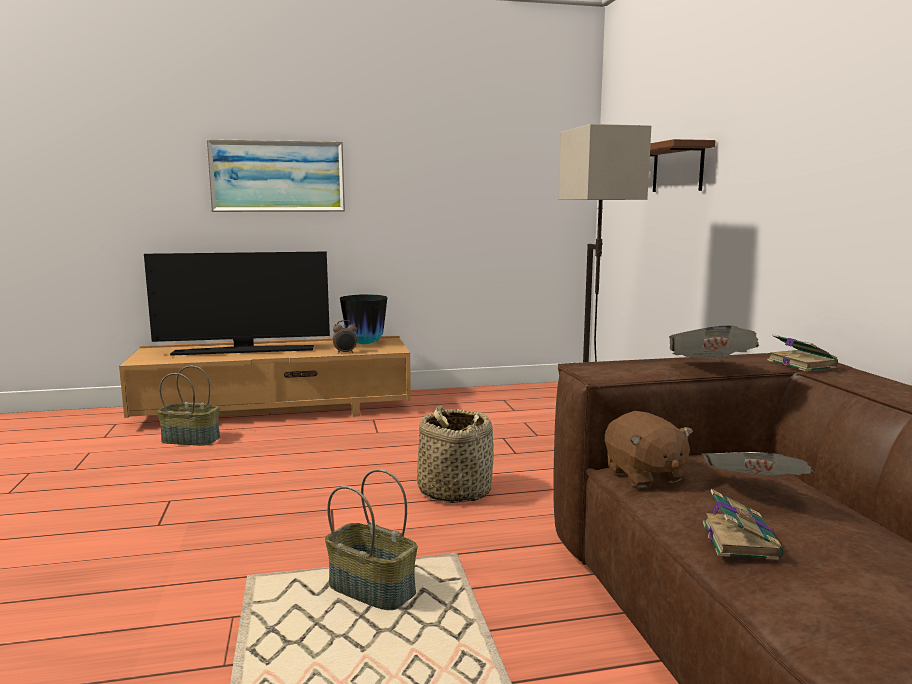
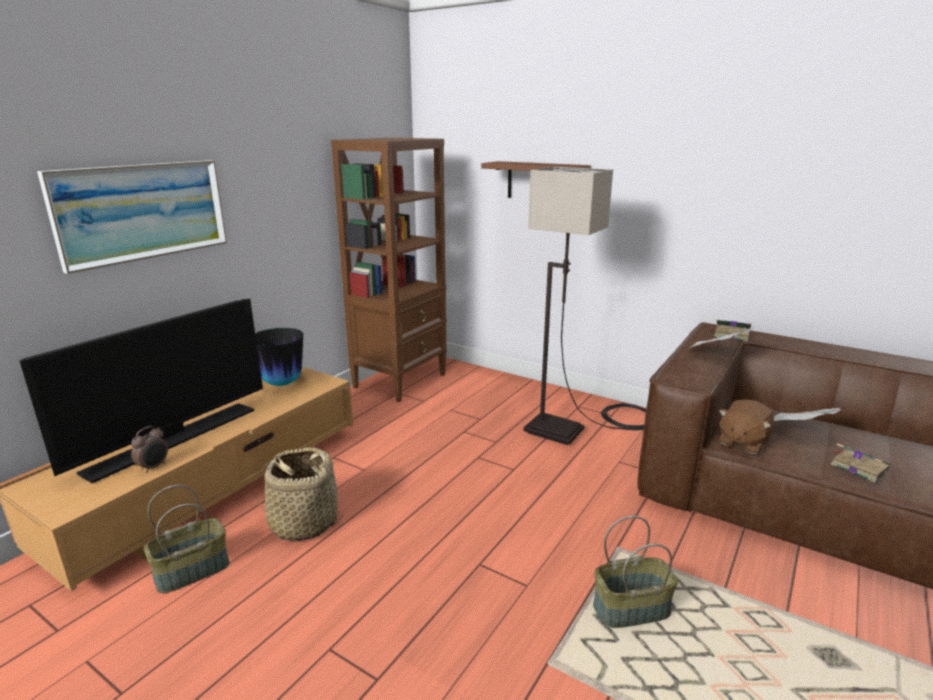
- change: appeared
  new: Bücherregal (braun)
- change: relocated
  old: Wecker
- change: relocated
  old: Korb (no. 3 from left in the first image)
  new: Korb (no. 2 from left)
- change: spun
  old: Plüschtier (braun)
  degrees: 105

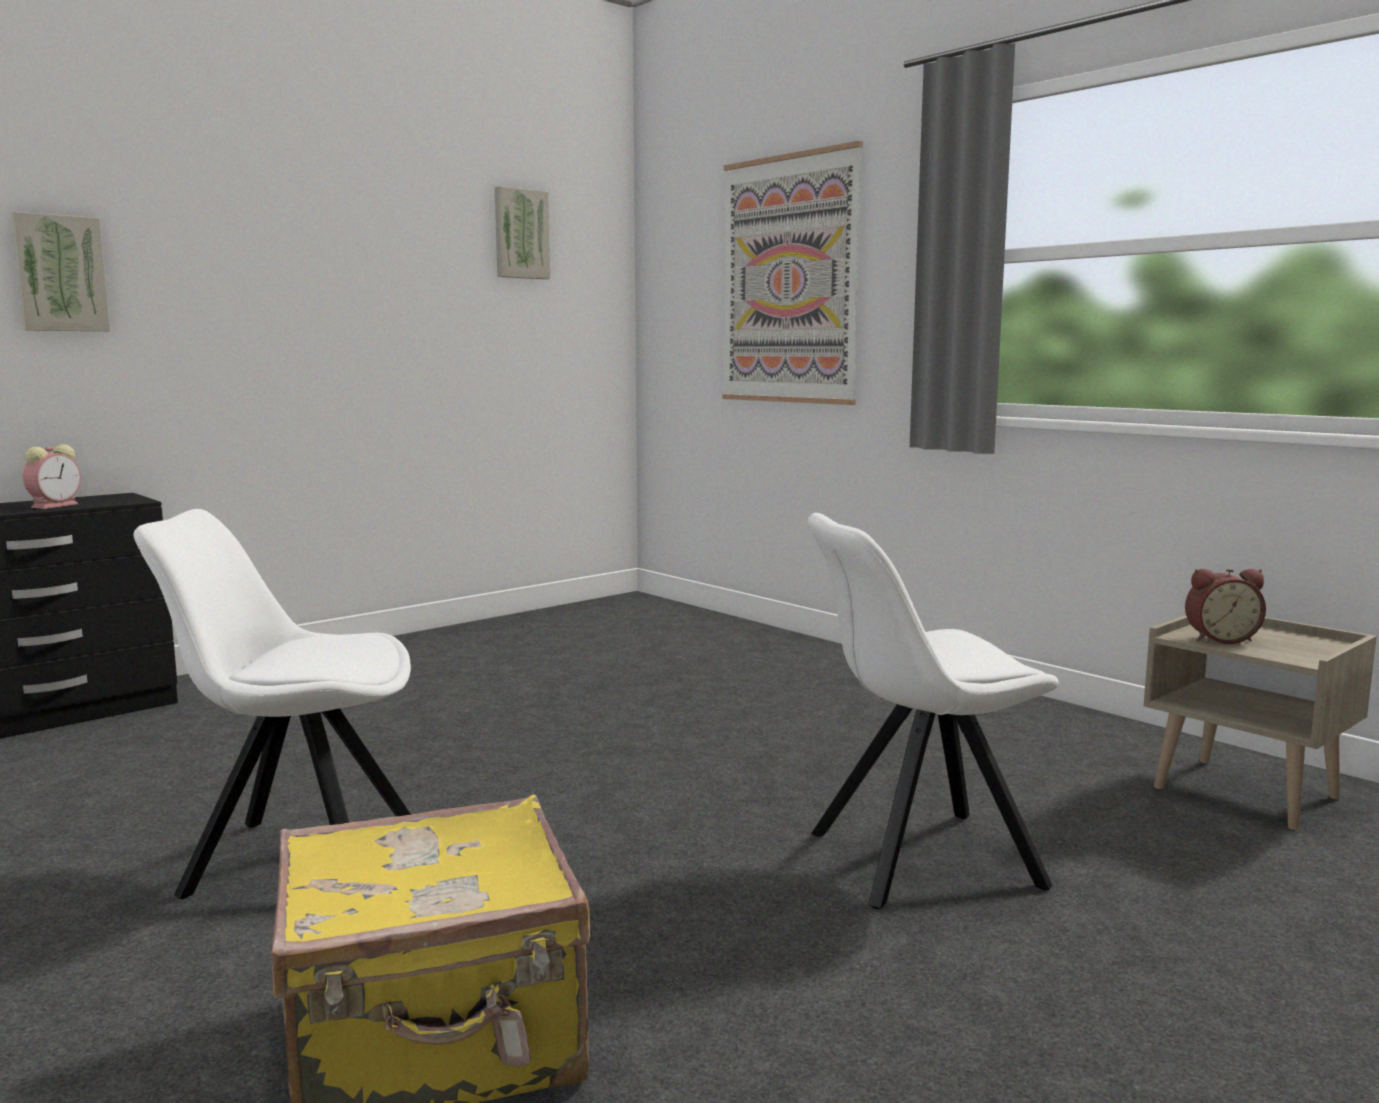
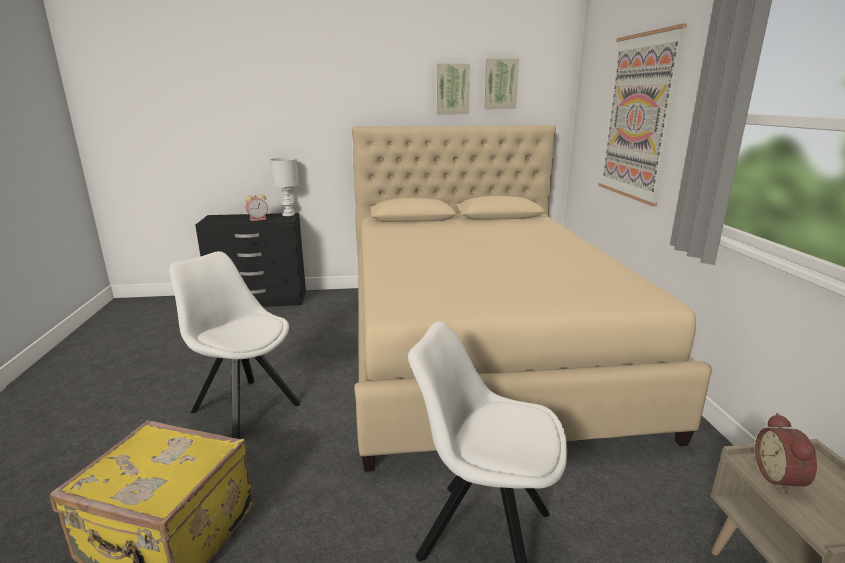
- change: appeared
  new: Tischlampe (weiß)
- change: appeared
  new: Bett (beige)
- change: relocated
  old: Bild (no. 1 from left)
- change: spun
  old: Wecker (no. 2 from left)
  degrees: 60

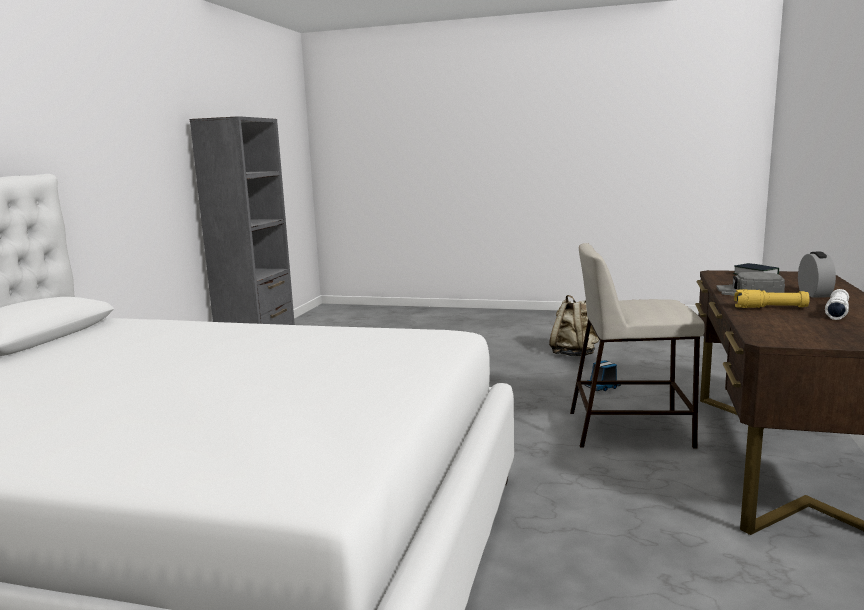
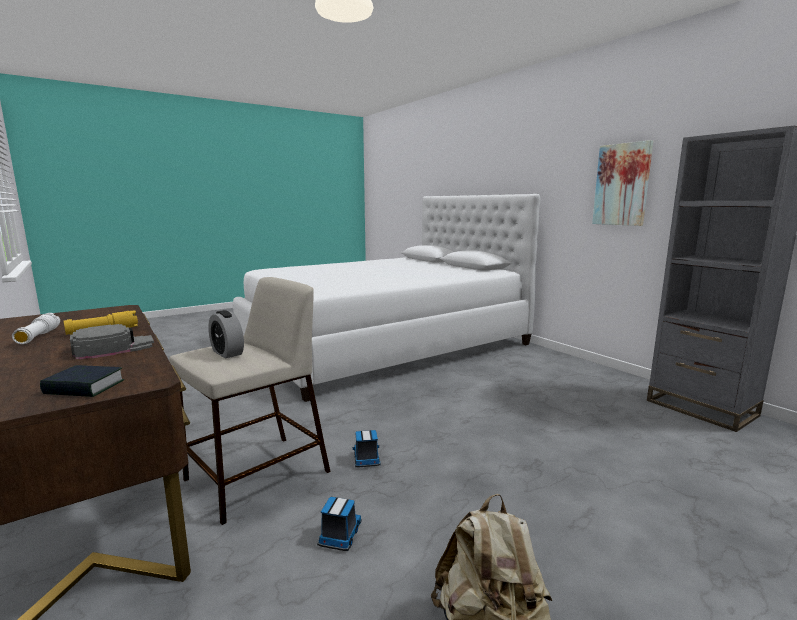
- change: appeared
  new: Spielzeuglaster (no. 2 from left)
- change: appeared
  new: Bild
- change: relocated
  old: Wecker

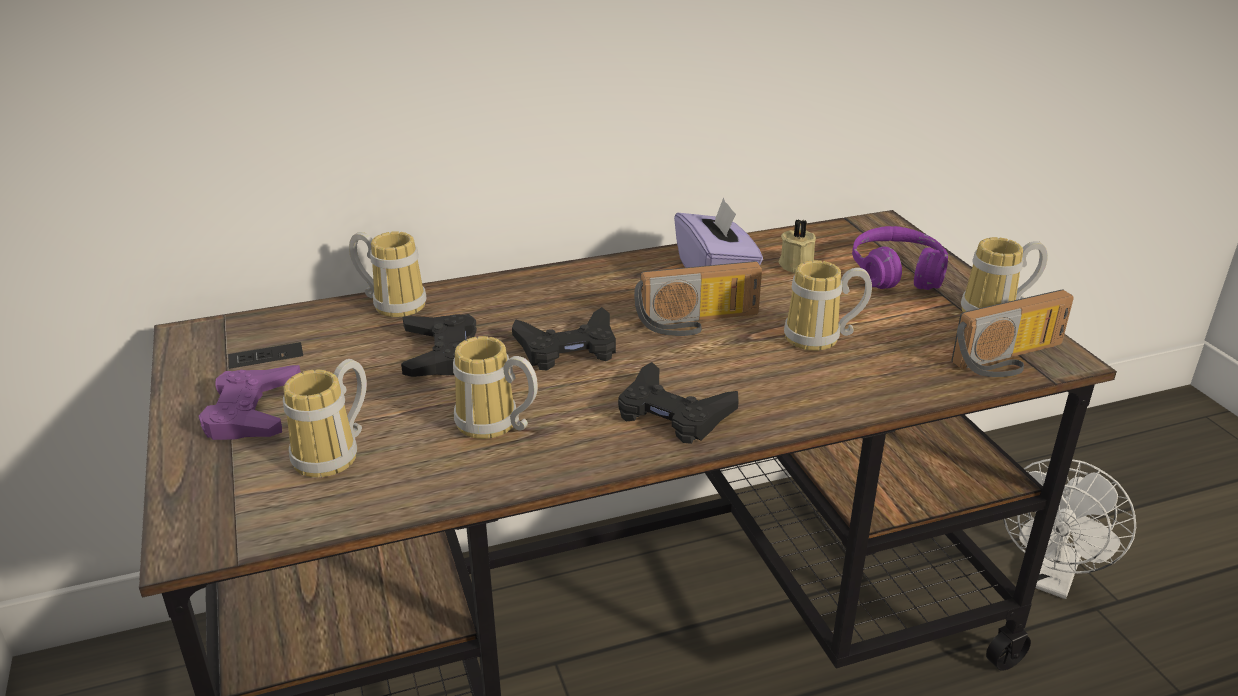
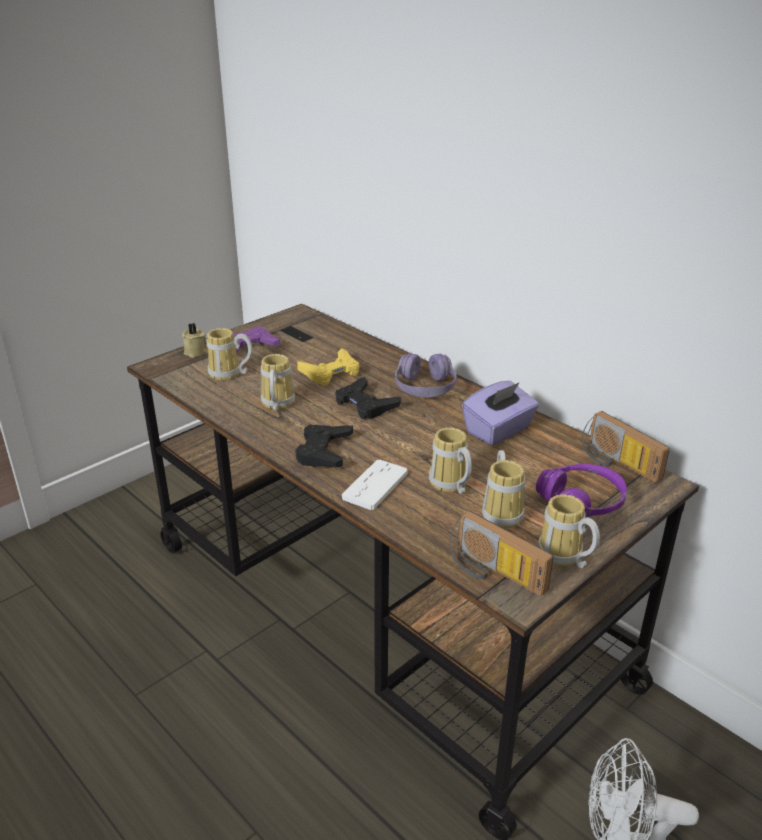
- change: appeared
  new: Gamepad (weiß)
- change: appeared
  new: Kopfhörer (lila) (no. 1 from left)
- change: relocated
  old: Henkelbecher (no. 2 from left in the first image)
  new: Henkelbecher (no. 4 from left)
- change: relocated
  old: Radio (no. 1 from left in the first image)
  new: Radio (no. 2 from left)
- change: relocated
  old: Kerze (beige)
- change: colour
  old: Gamepad (schwarz) (no. 1 from left)
  new: Gamepad (gelb)

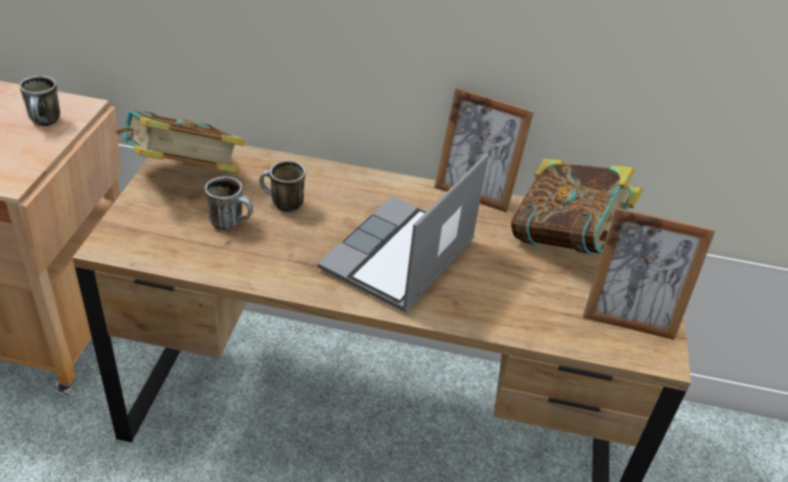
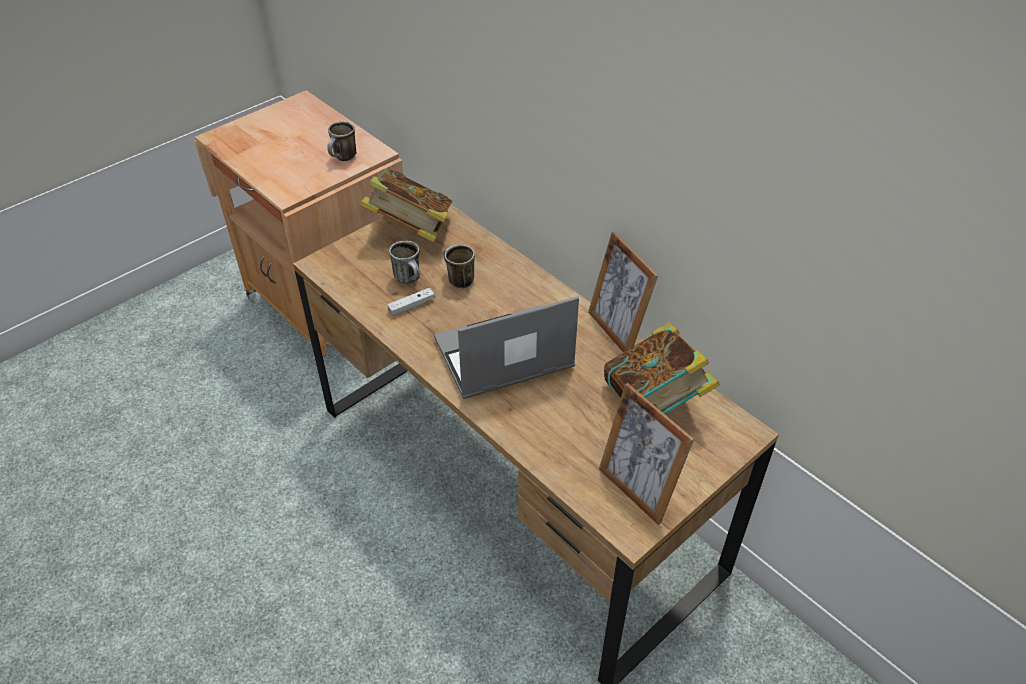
- change: appeared
  new: Gamepad (weiß)

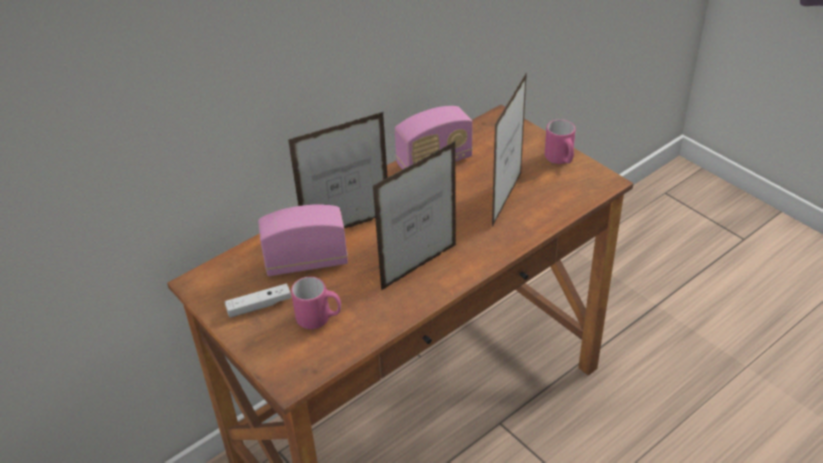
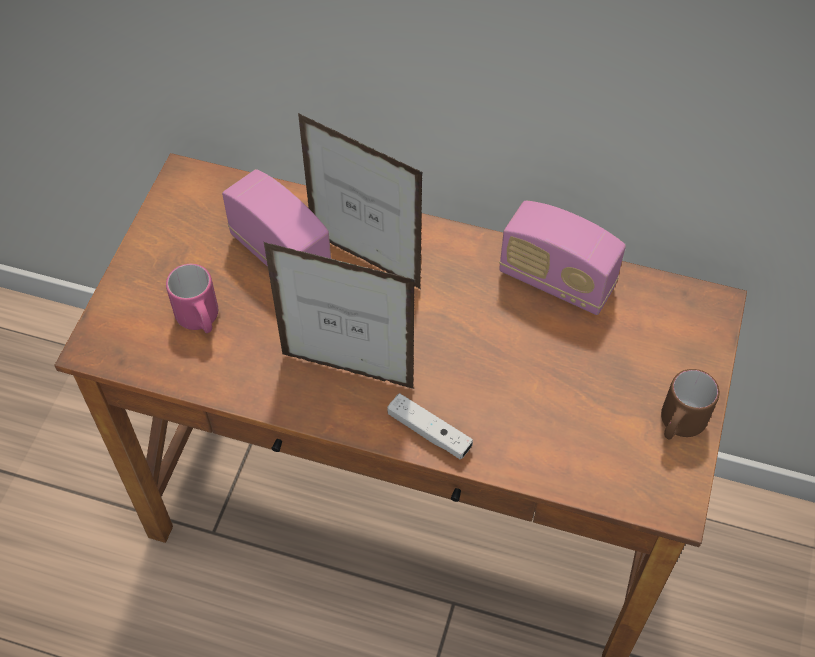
- change: missing
  old: Bilderrahmen (no. 3 from left)
- change: relocated
  old: Gamepad (weiß)
- change: colour
  old: Henkelbecher (rosa) (no. 2 from left)
  new: Henkelbecher (braun)

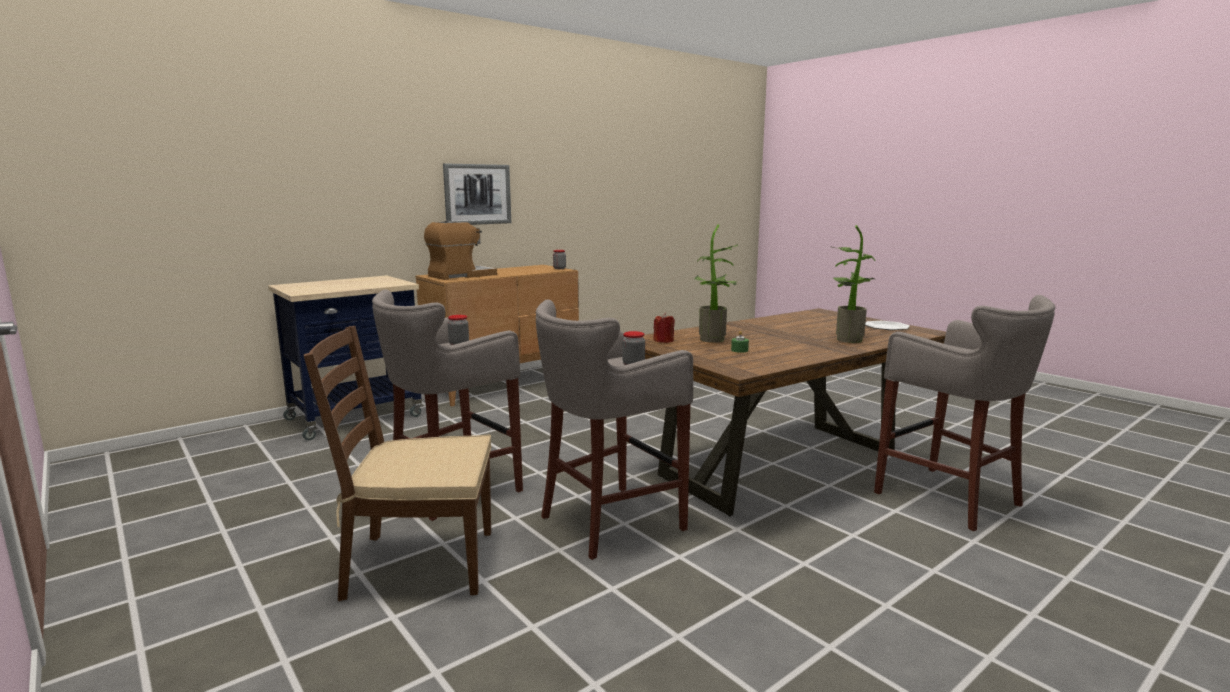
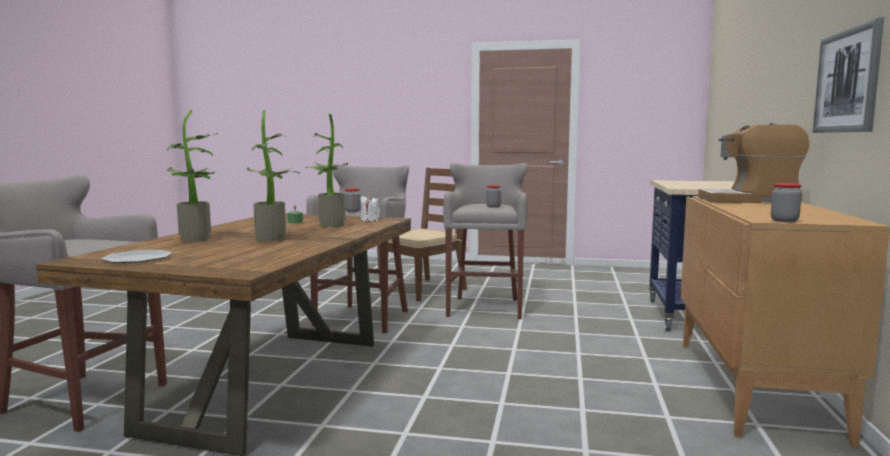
- change: appeared
  new: Topfpflanze (no. 2 from left)
- change: colour
  old: Kerze (rot)
  new: Kerze (weiß)
- change: spun
  old: Kaffeemaschine
  degrees: 90

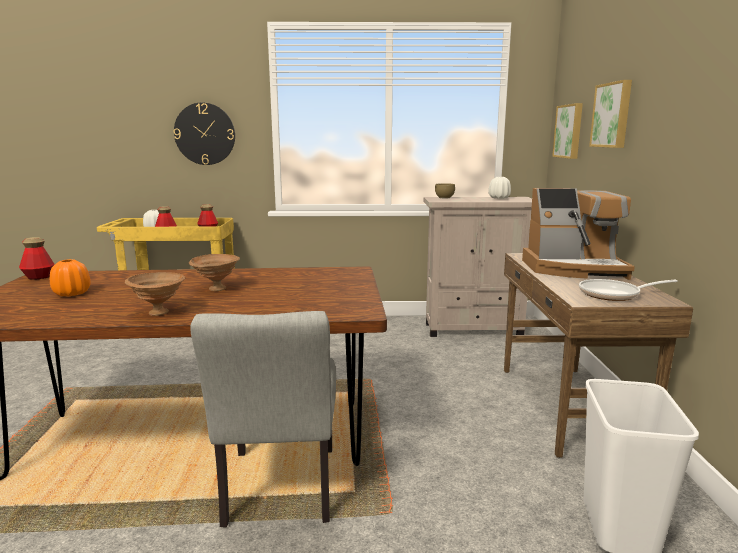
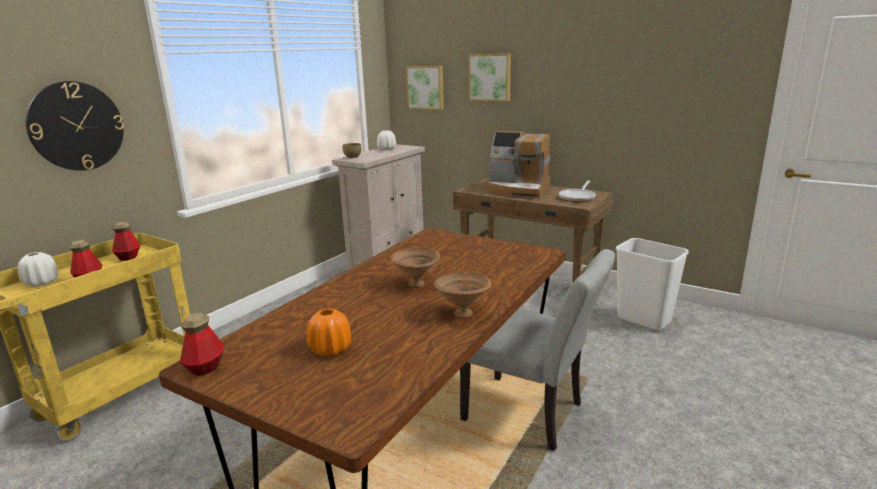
- change: spun
  old: Kaffeemaschine
  degrees: 75

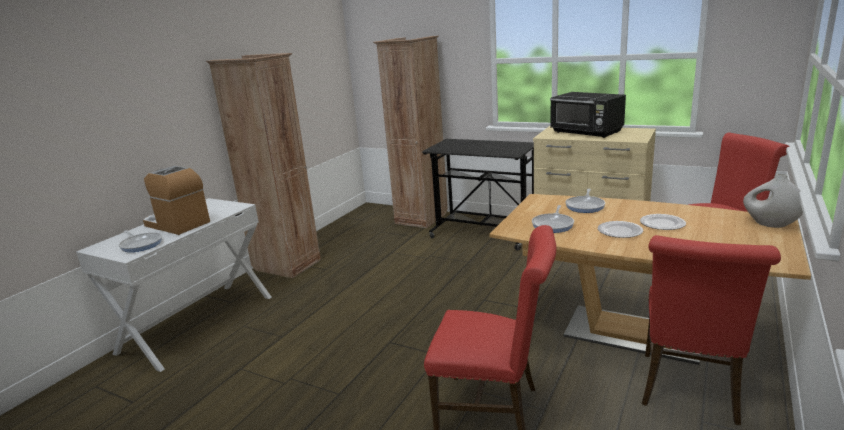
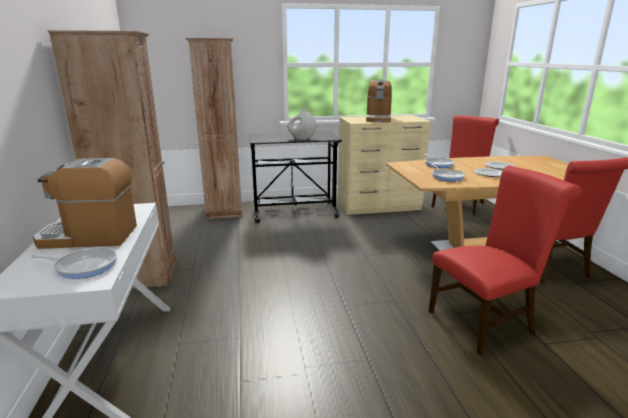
- change: relocated
  old: Vase (weiß)
- change: exchanged
  old: Mikrowelle (schwarz)
  new: Kaffeemaschine (no. 2 from left)

